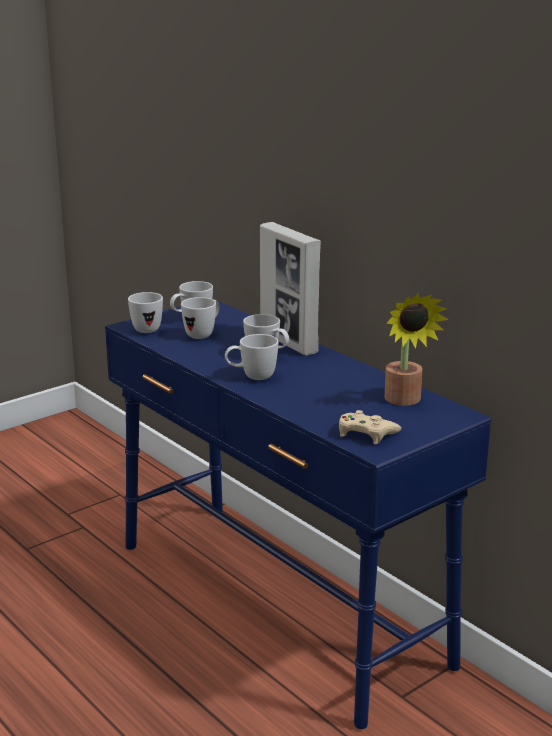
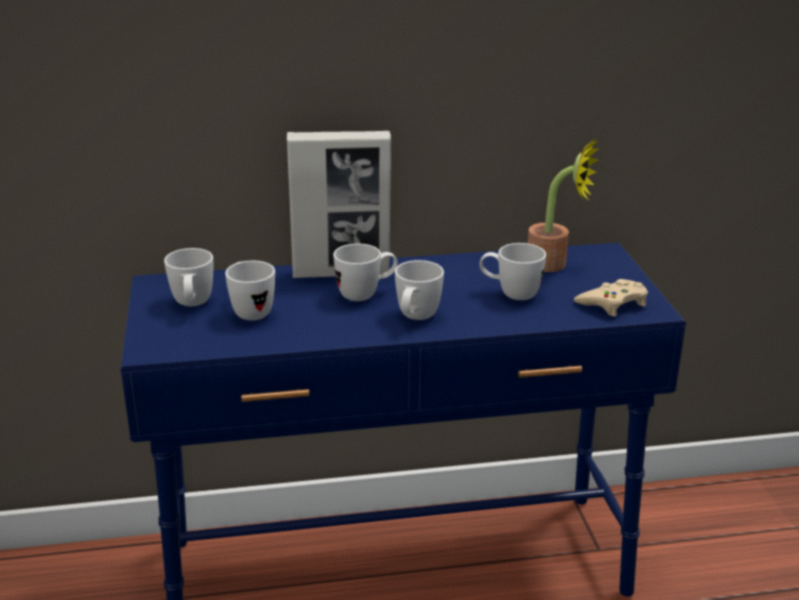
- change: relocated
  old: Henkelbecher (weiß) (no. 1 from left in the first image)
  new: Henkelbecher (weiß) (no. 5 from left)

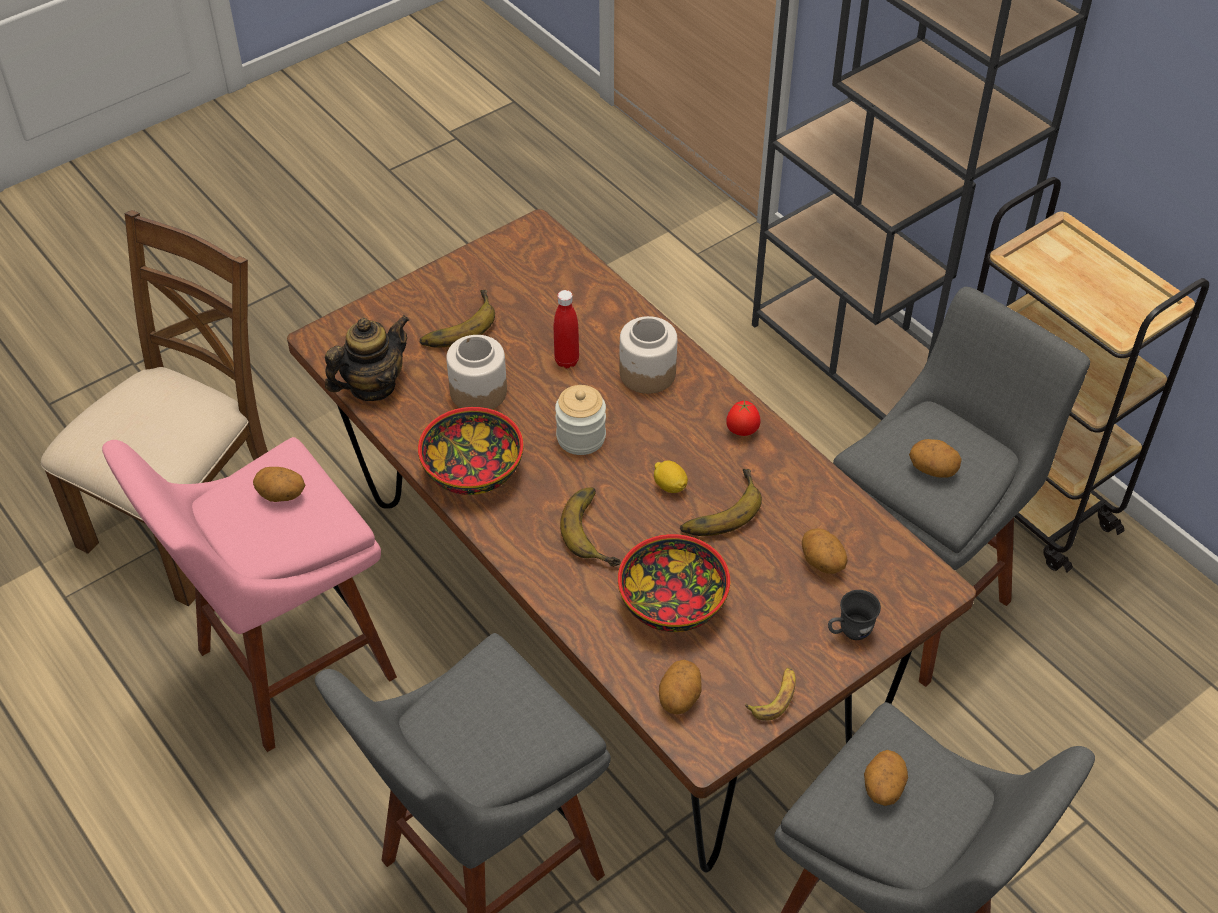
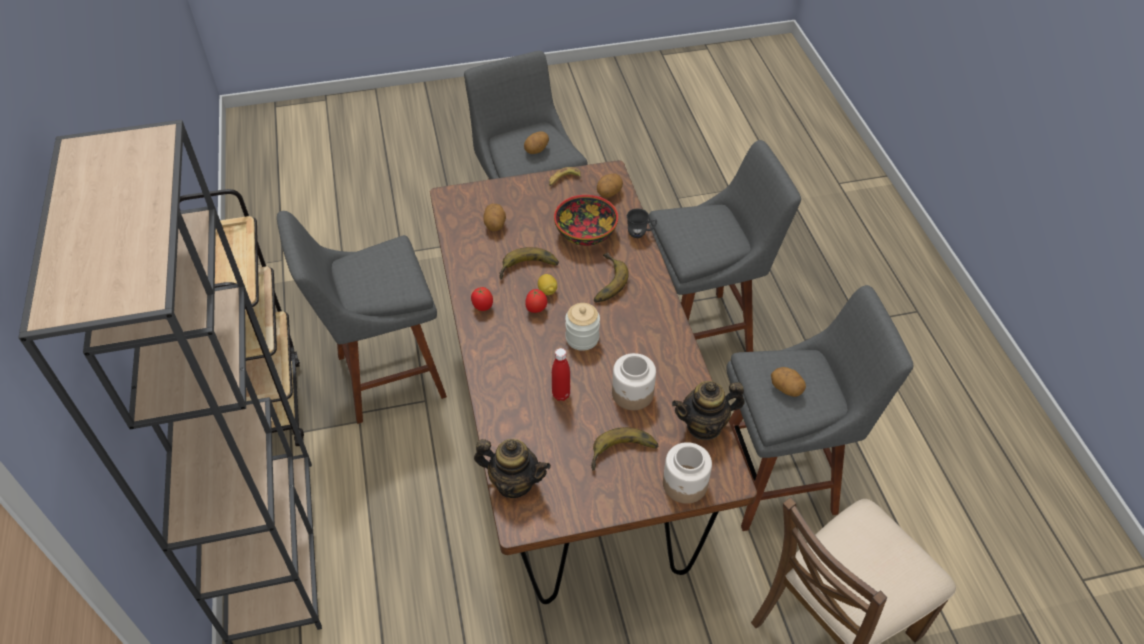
- change: missing
  old: Schüssel (no. 1 from left)
- change: missing
  old: Kartoffel (no. 5 from left)
- change: appeared
  new: Teekanne (no. 1 from left)
- change: appeared
  new: Tomate (no. 2 from left)
- change: relocated
  old: Vorratsglas (no. 3 from left)
- change: relocated
  old: Henkelbecher (grau)
- change: colour
  old: Hocker (rosa)
  new: Hocker (grau) (no. 4 from left)

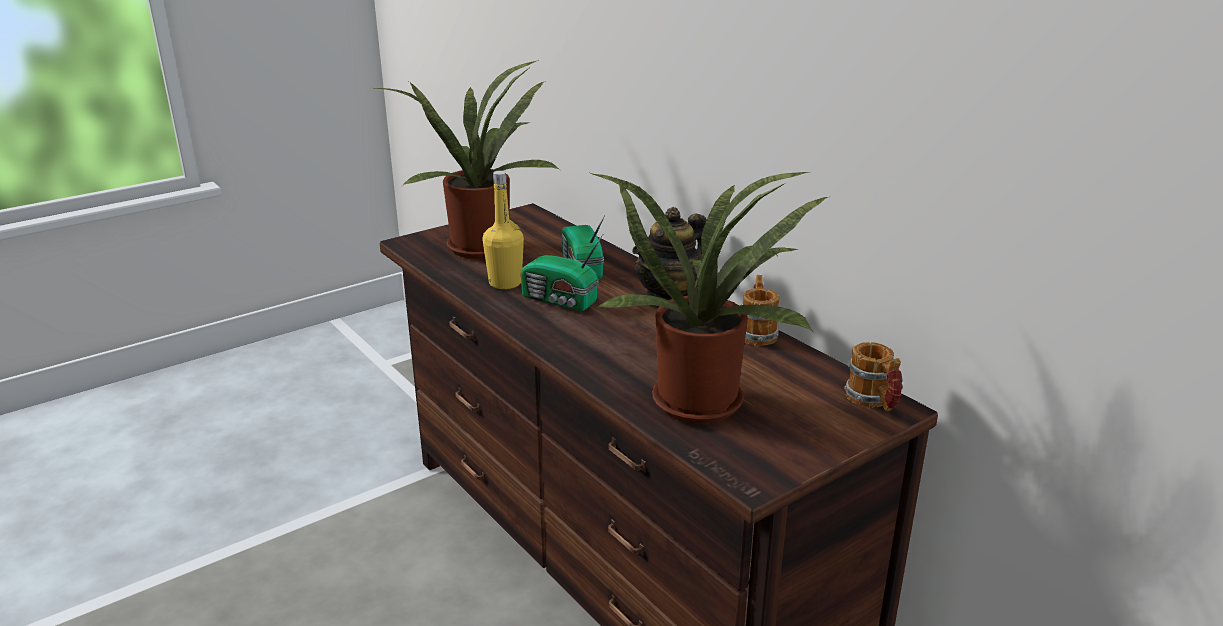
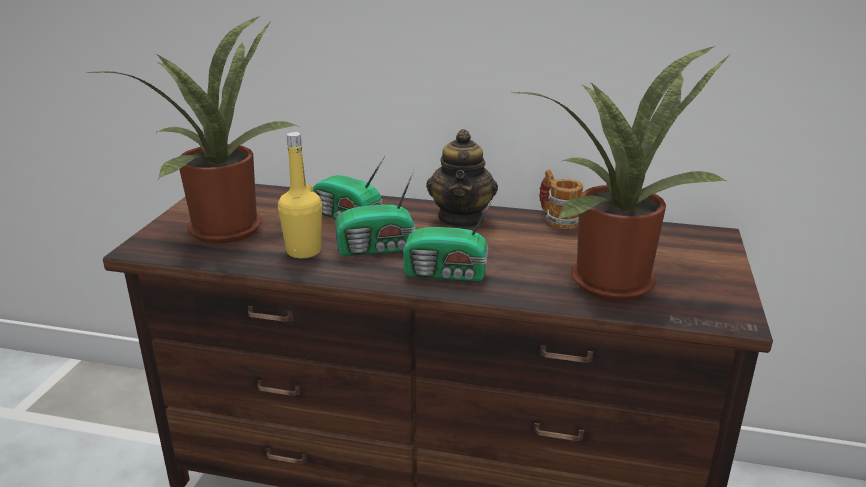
- change: missing
  old: Henkelbecher (no. 2 from left)
- change: appeared
  new: Radio (no. 3 from left)

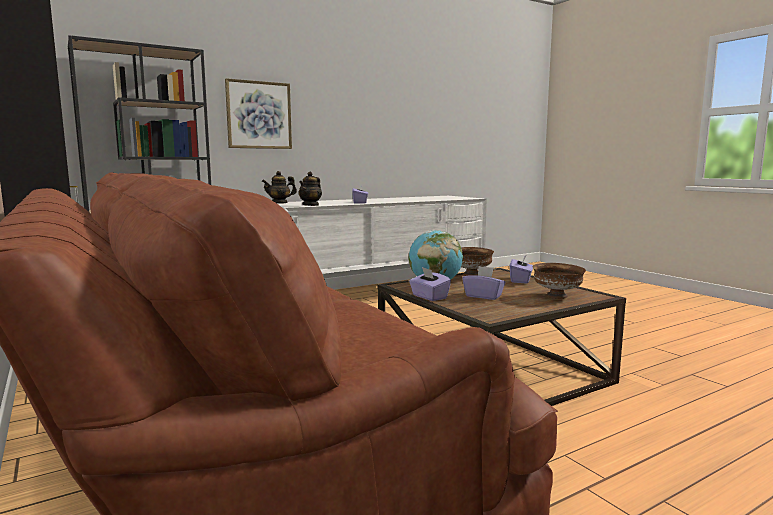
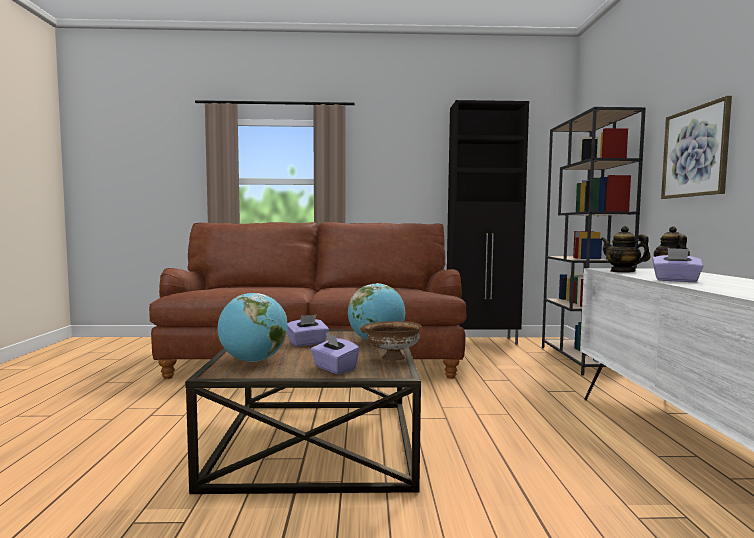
- change: missing
  old: Taschentuchbox (lila) (no. 2 from left)
- change: exchanged
  old: Schüssel (braun) (no. 2 from left)
  new: Globus (no. 1 from left)

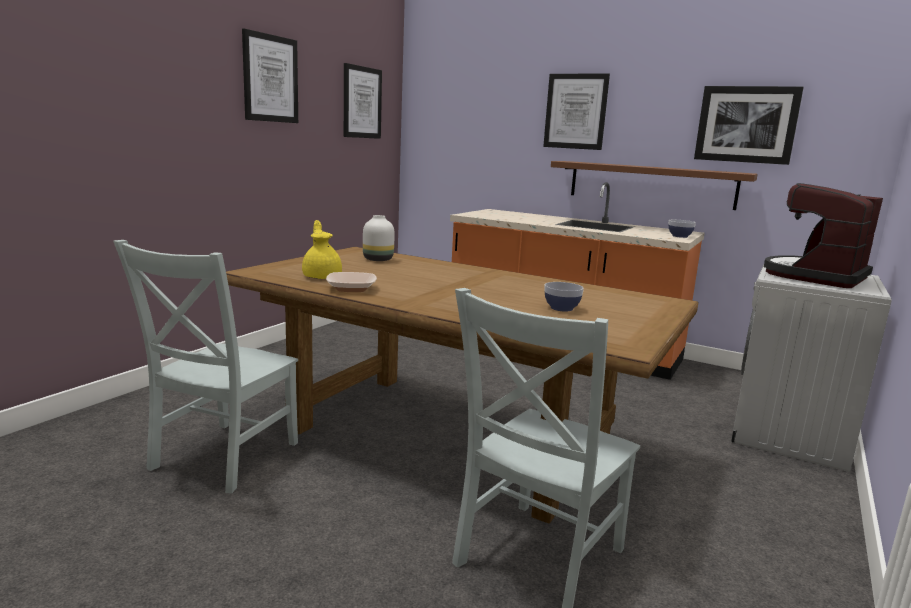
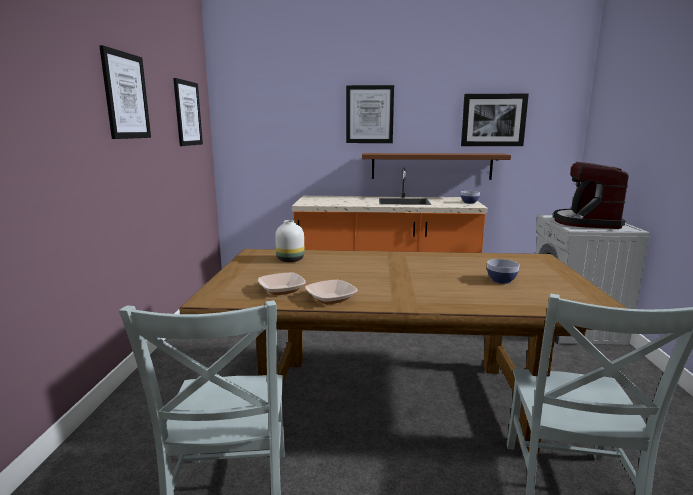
- change: exchanged
  old: Teekanne (gelb)
  new: Schüssel (no. 1 from left)

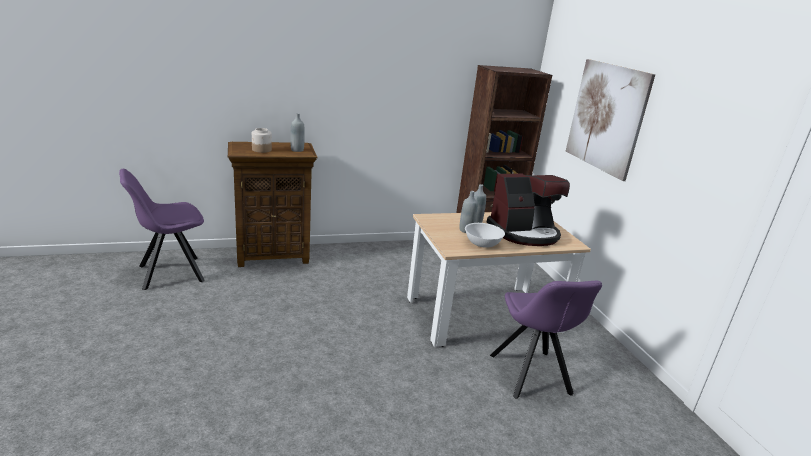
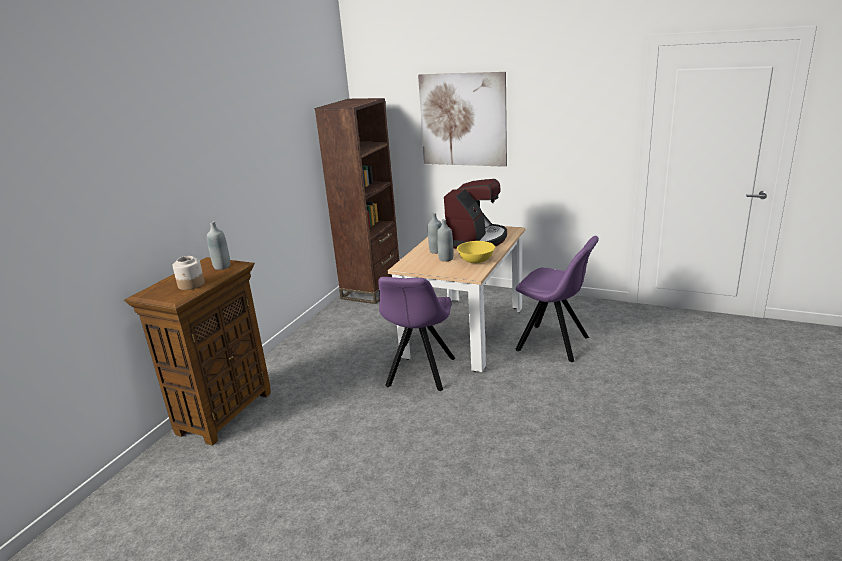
- change: relocated
  old: Stuhl (lila) (no. 1 from left)
- change: colour
  old: Schüssel (weiß)
  new: Schüssel (gelb)

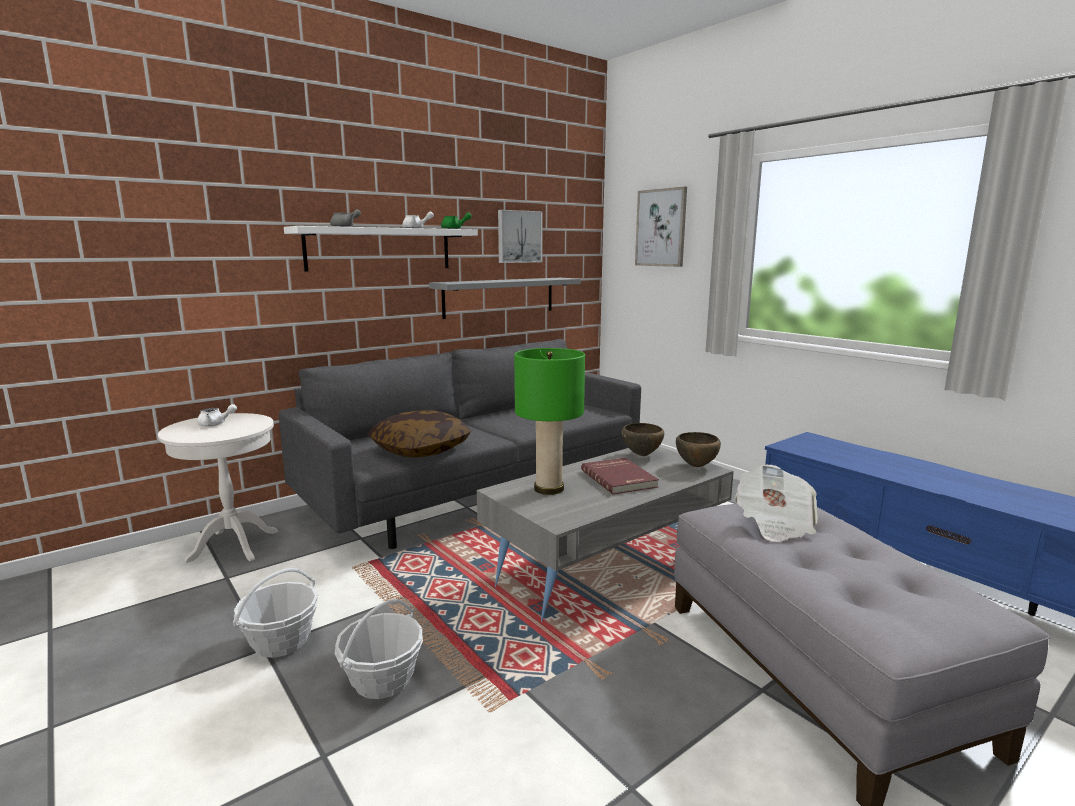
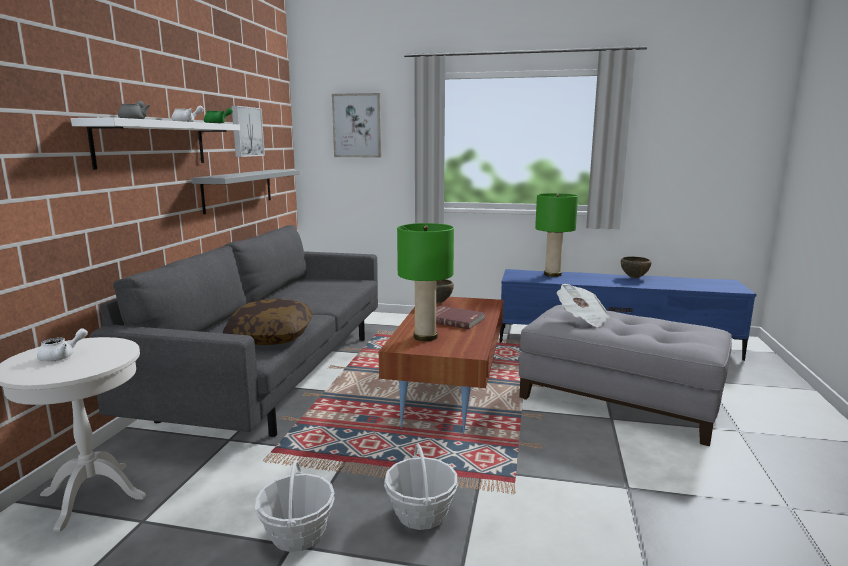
- change: appeared
  new: Tischlampe (grün) (no. 2 from left)
- change: relocated
  old: Schüssel (braun) (no. 2 from left)
- change: colour
  old: Couchtisch (grau)
  new: Couchtisch (braun)

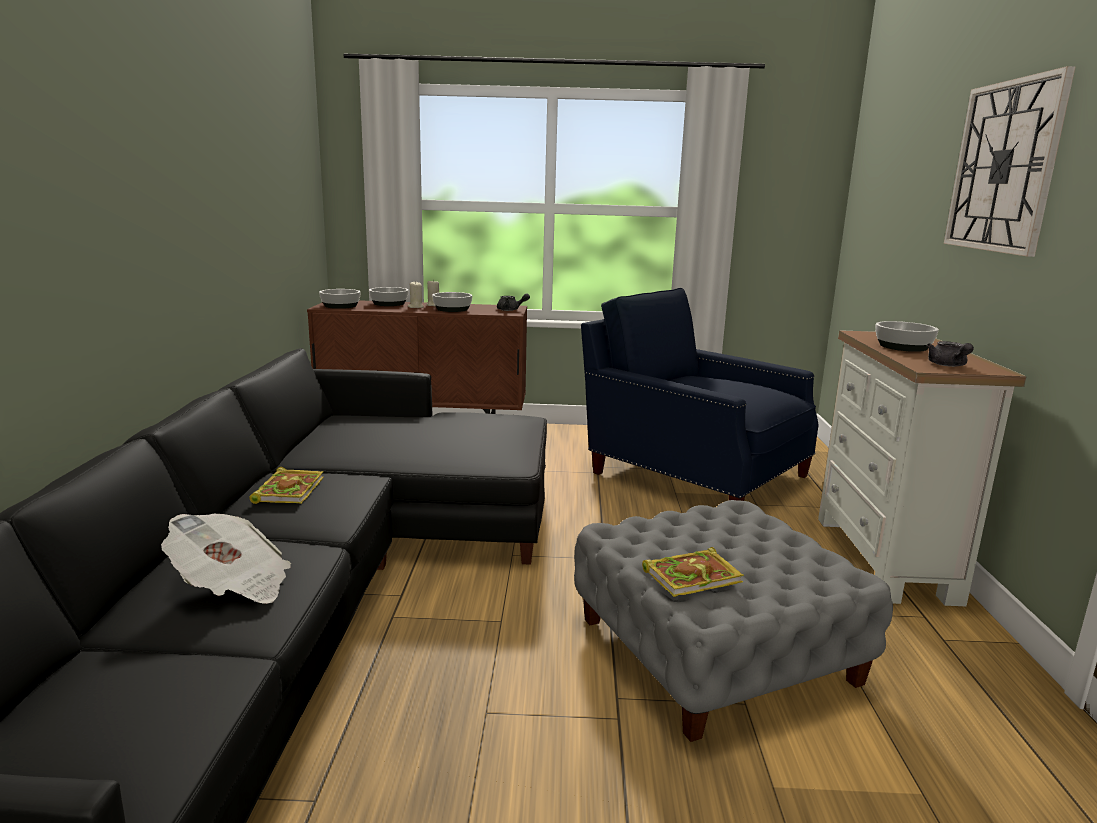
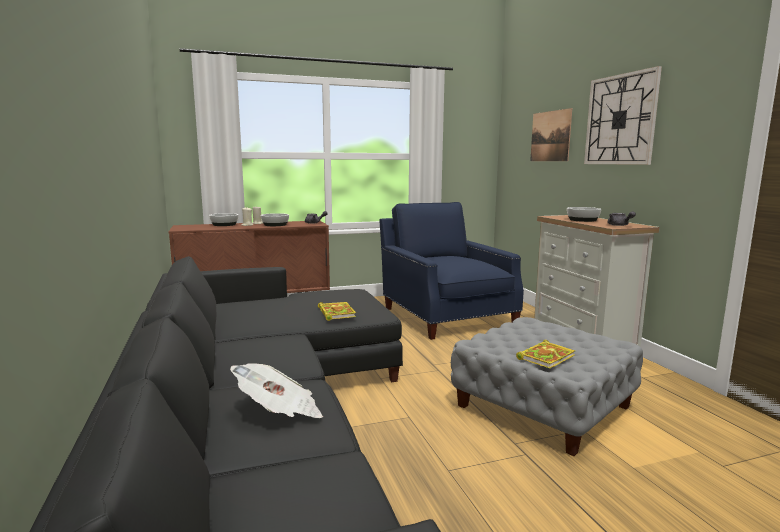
- change: missing
  old: Schüssel (no. 1 from left)
- change: appeared
  new: Bild
- change: relocated
  old: Buch (no. 1 from left)
- change: spun
  old: Sessel (blau)
  degrees: 45

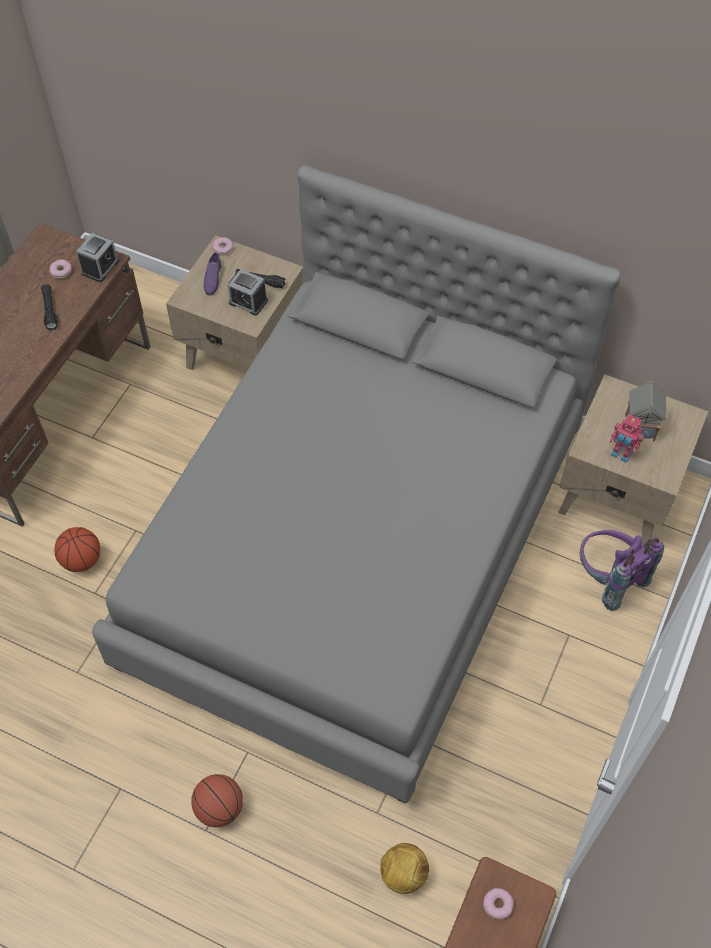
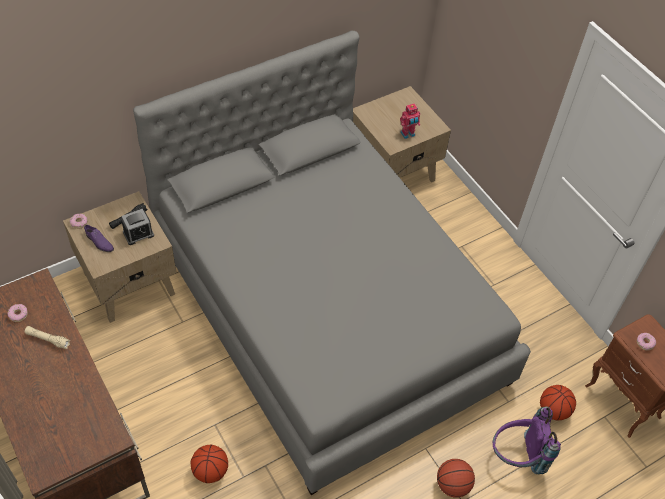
- change: missing
  old: Wecker (no. 1 from left)
- change: missing
  old: Spielzeughaus
- change: relocated
  old: Rucksack (lila)
- change: exchanged
  old: Fußball
  new: Basketball (no. 3 from left)
- change: colour
  old: Taschenlampe (schwarz) (no. 1 from left)
  new: Taschenlampe (beige)

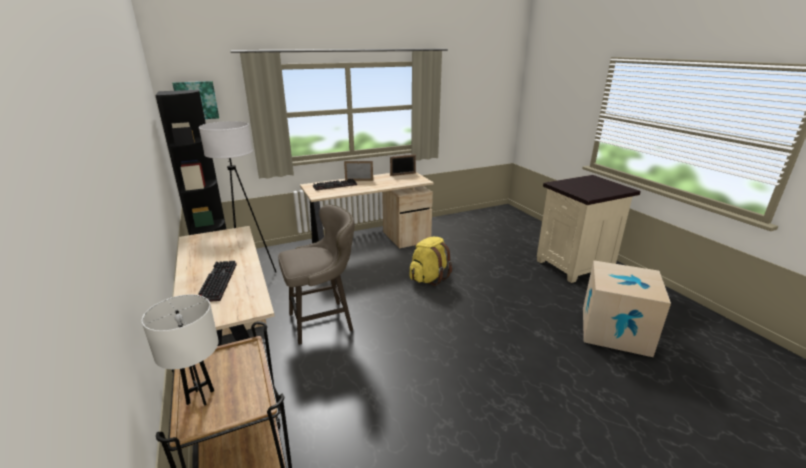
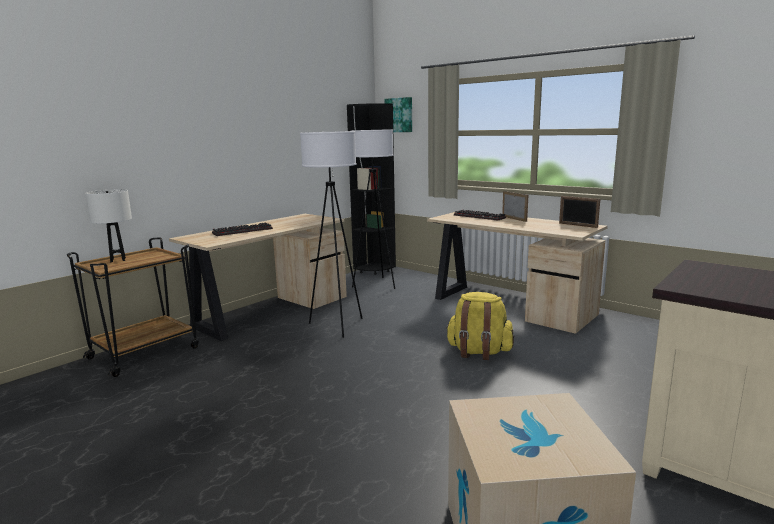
- change: exchanged
  old: Hocker (beige)
  new: Stehlampe (weiß) (no. 1 from left)

